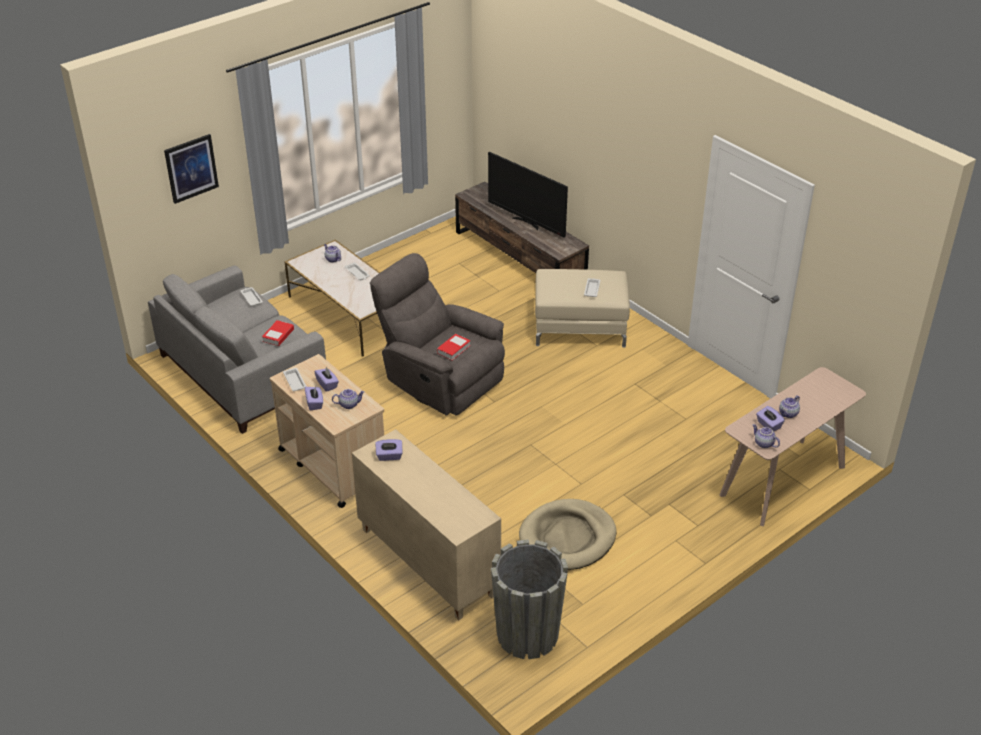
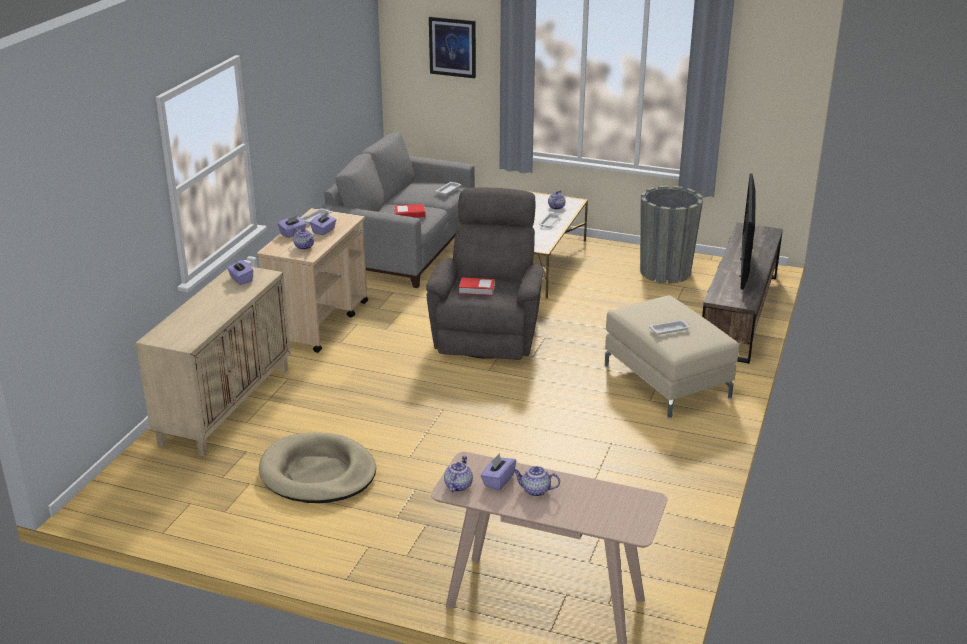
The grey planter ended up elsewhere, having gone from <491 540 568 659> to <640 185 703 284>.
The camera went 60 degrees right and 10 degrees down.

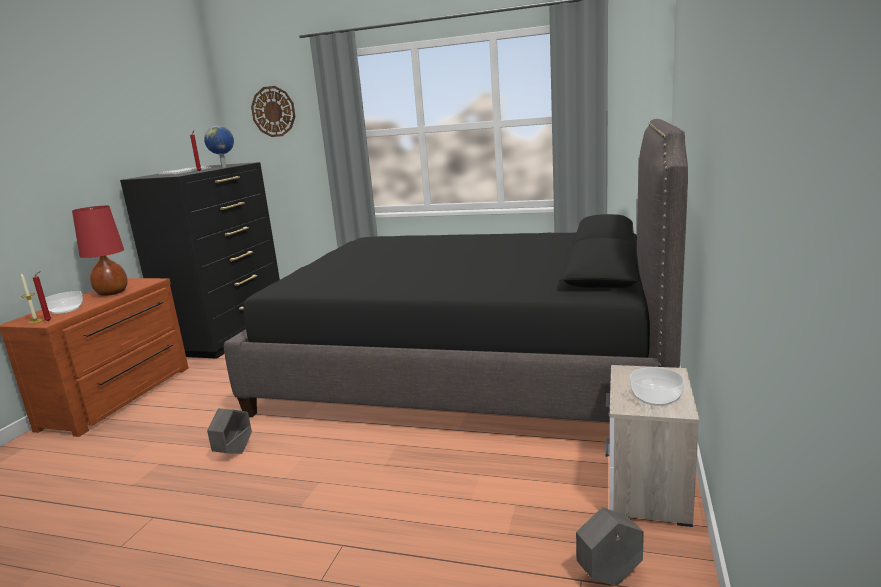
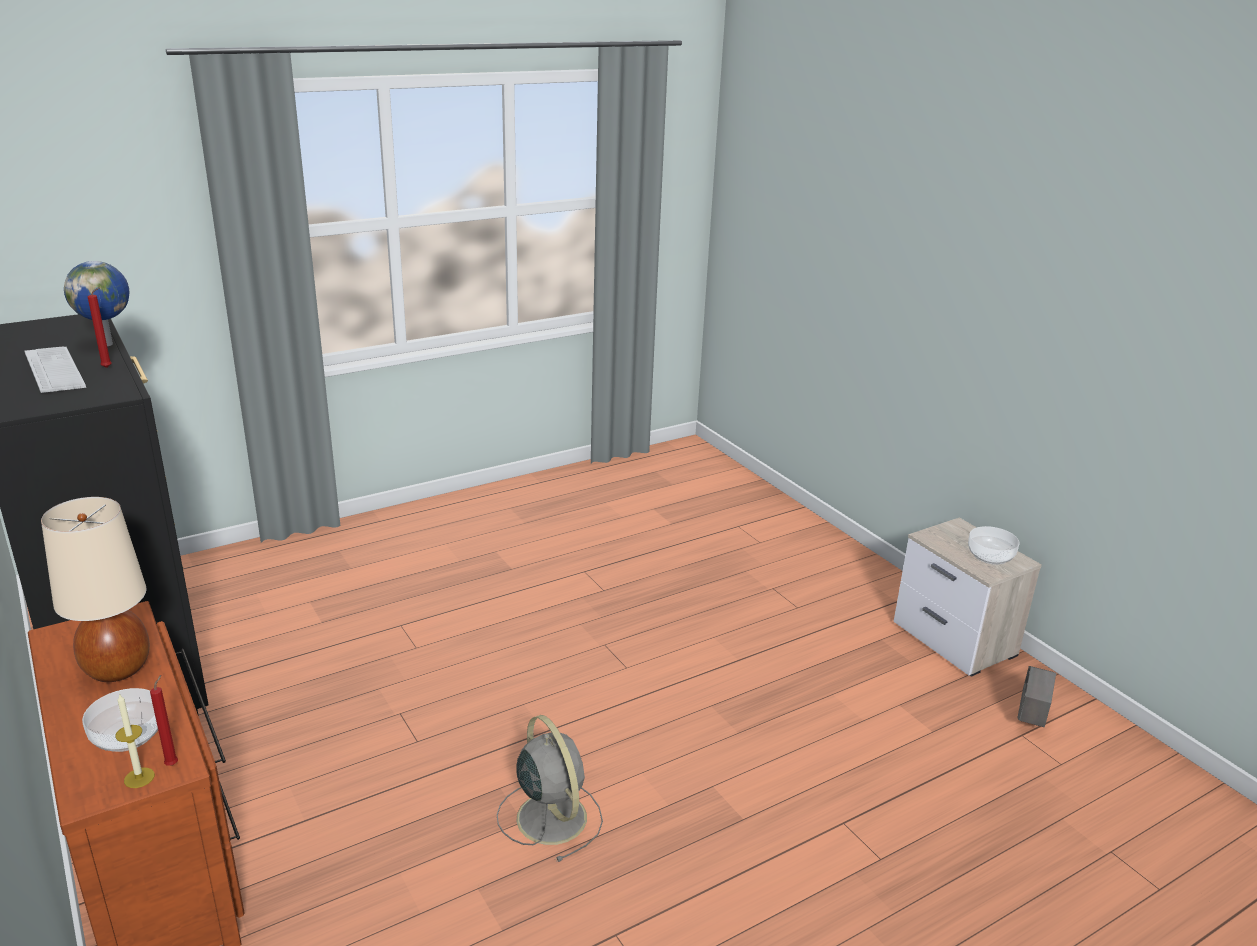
What was the red table lamp at <72 206 128 296> turned into the beige table lamp at <41 497 150 682>.
Where the grey planter stood at <207 408 252 454>, the grey fan came to stand at <497 715 603 862>.
The second view lost the black bed at <224 119 688 423>.
The second view lost the wall clock at <251 86 295 137>.
The camera went 50 degrees left and 10 degrees up.

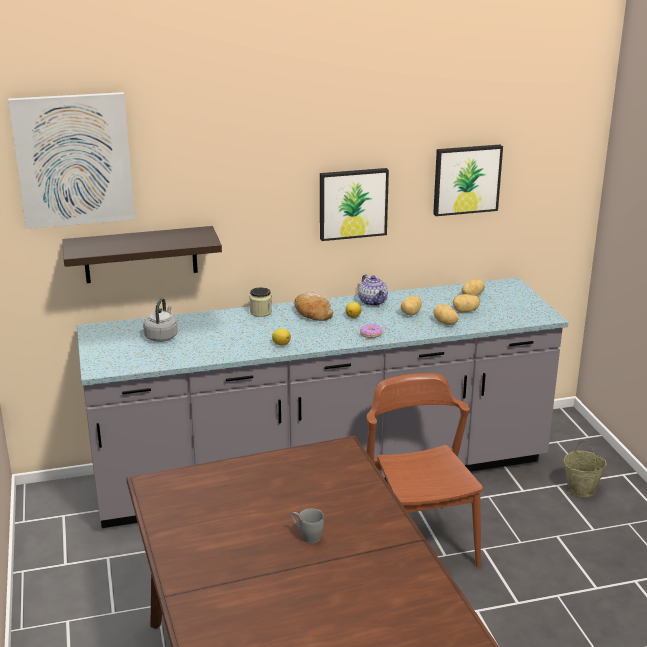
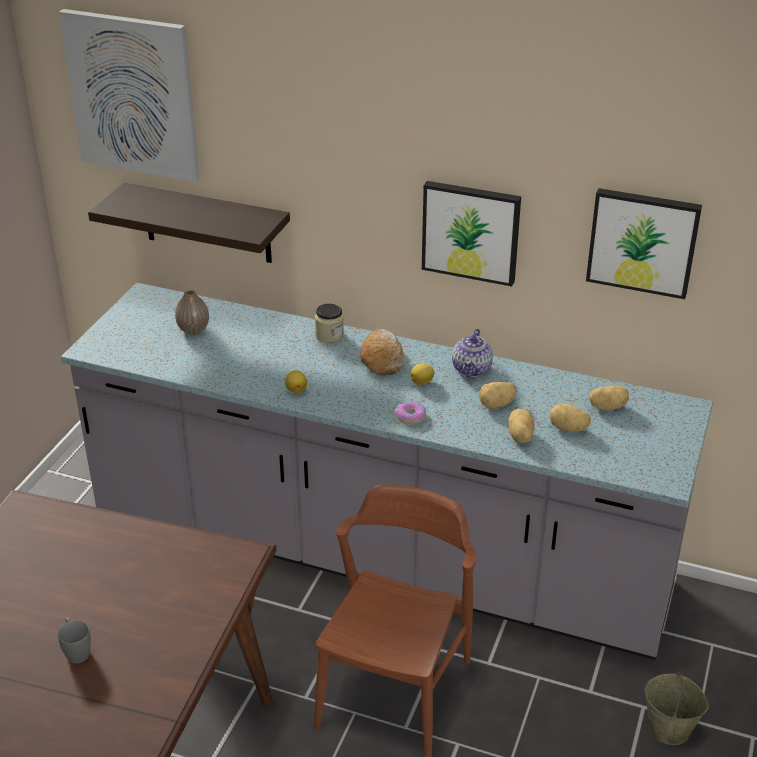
Where the grey kettle stood at <143 298 178 342>, the vase came to stand at <175 290 209 335>.
The camera went 35 degrees right and 10 degrees up.

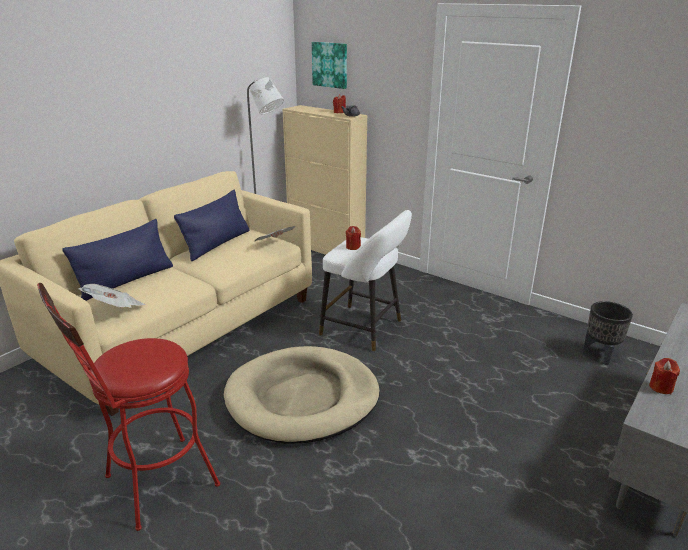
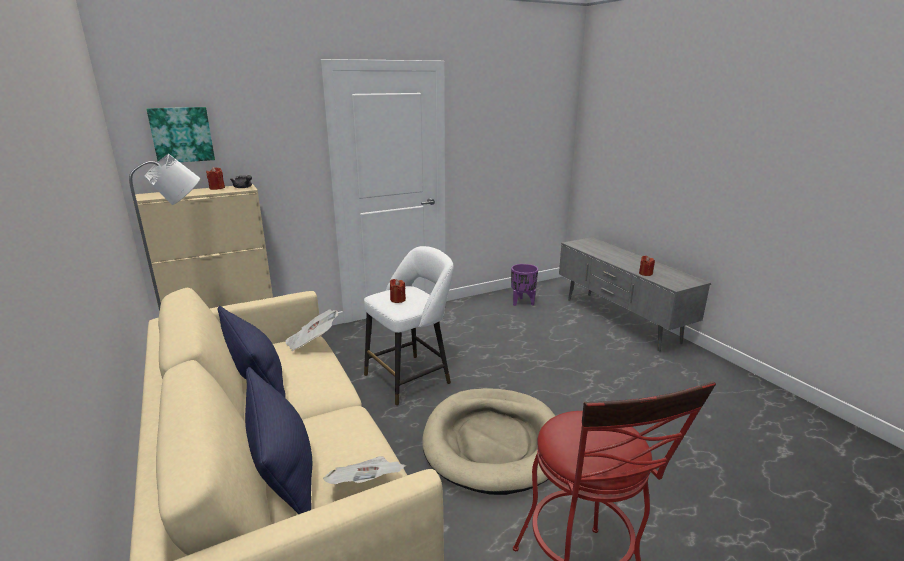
What was the black planter at <583 301 633 365> turned into the purple planter at <511 264 538 306>.
The camera went 65 degrees left and 5 degrees down.

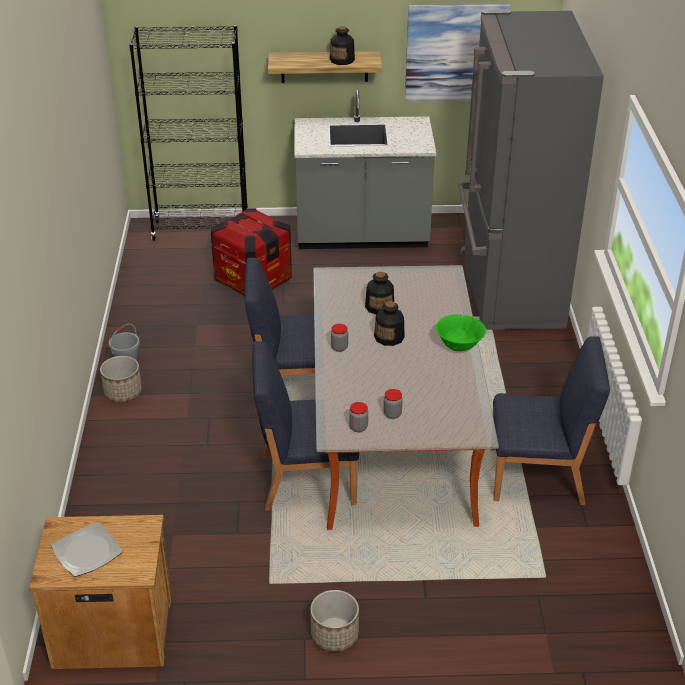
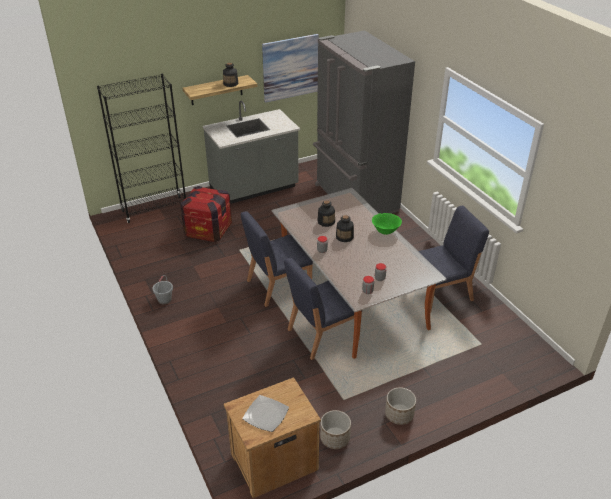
The planter ended up elsewhere, having gone from <100 356 142 402> to <320 410 351 449>.
The camera went 25 degrees left and 0 degrees up.

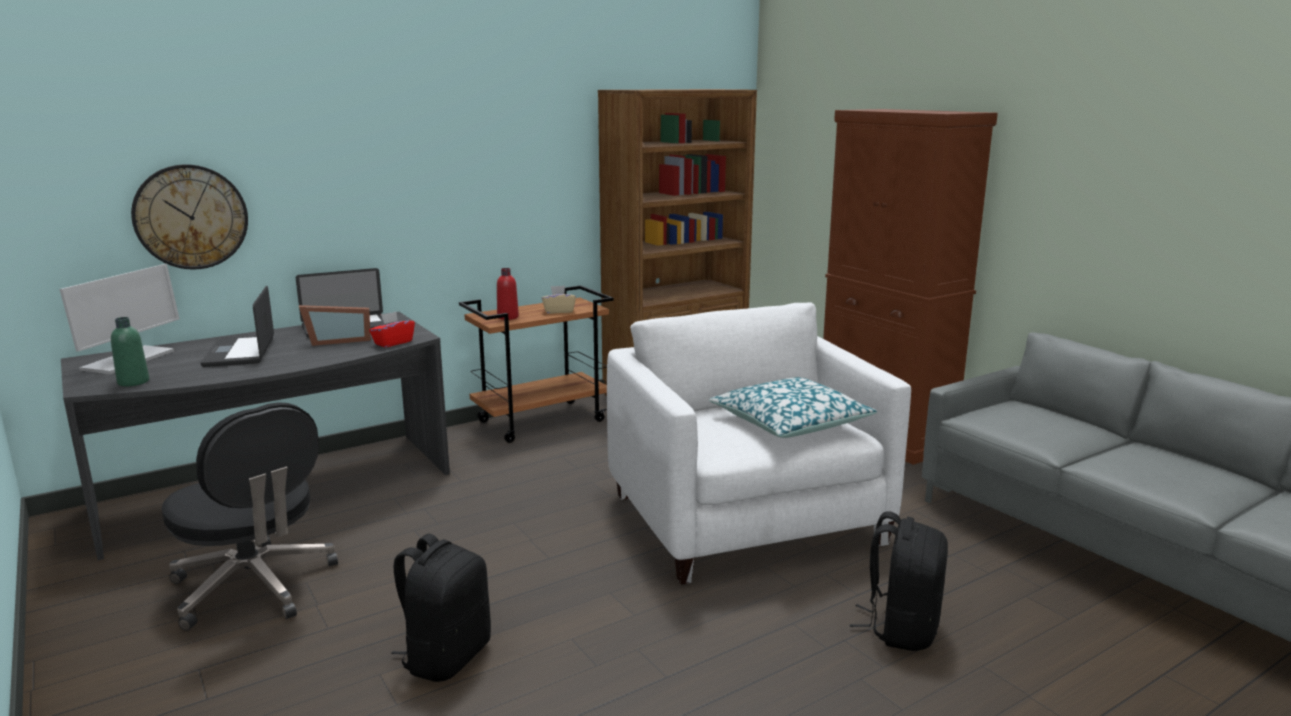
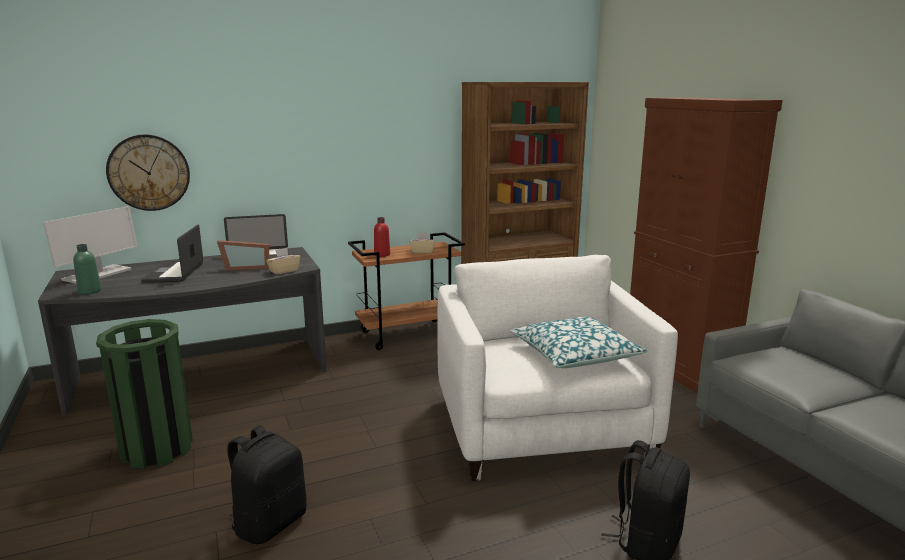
Where the black office chair stood at <161 402 338 631>, the green trash can came to stand at <96 319 193 469>.
What was the red tissue box at <369 311 415 347> turned into the beige tissue box at <266 248 300 274>.
The camera went 10 degrees right and 0 degrees up.

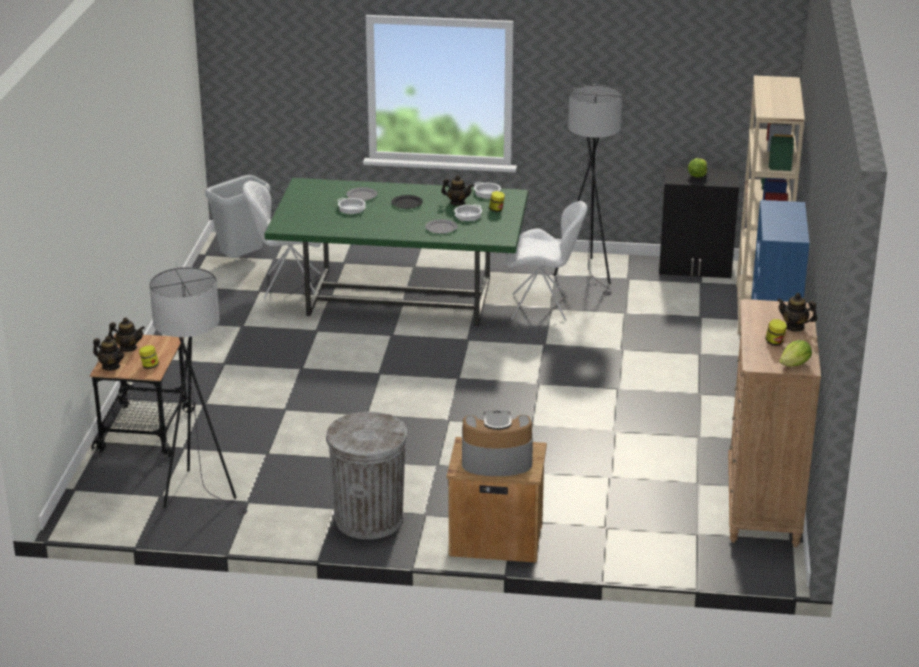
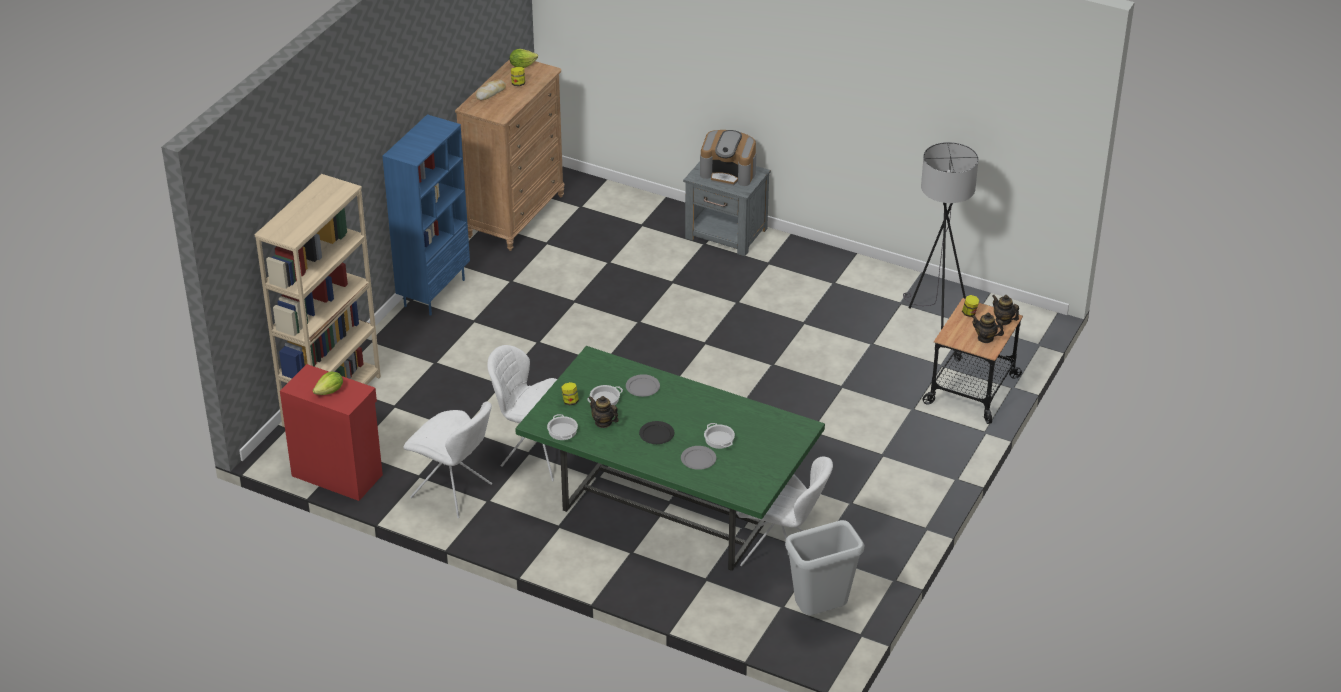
What was the black cabinet at <659 167 739 278> turned into the red cabinet at <280 364 383 501>.
Where the grey floor lamp stood at <554 85 622 296>, the white chair came to stand at <403 402 492 518>.
Where the teapot stood at <777 293 817 332>, the bread came to stand at <476 80 506 101>.
What was the brown nightstand at <446 437 547 563> turned into the grey nightstand at <683 162 771 256>.
The second view lost the grey trash can at <326 412 408 539>.
The camera went 160 degrees left and 10 degrees up.

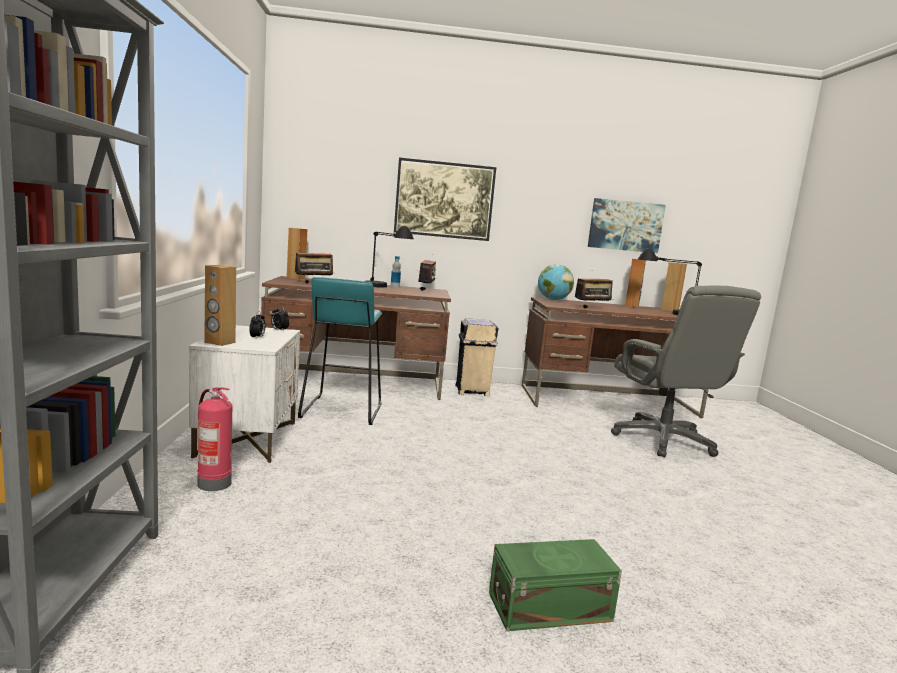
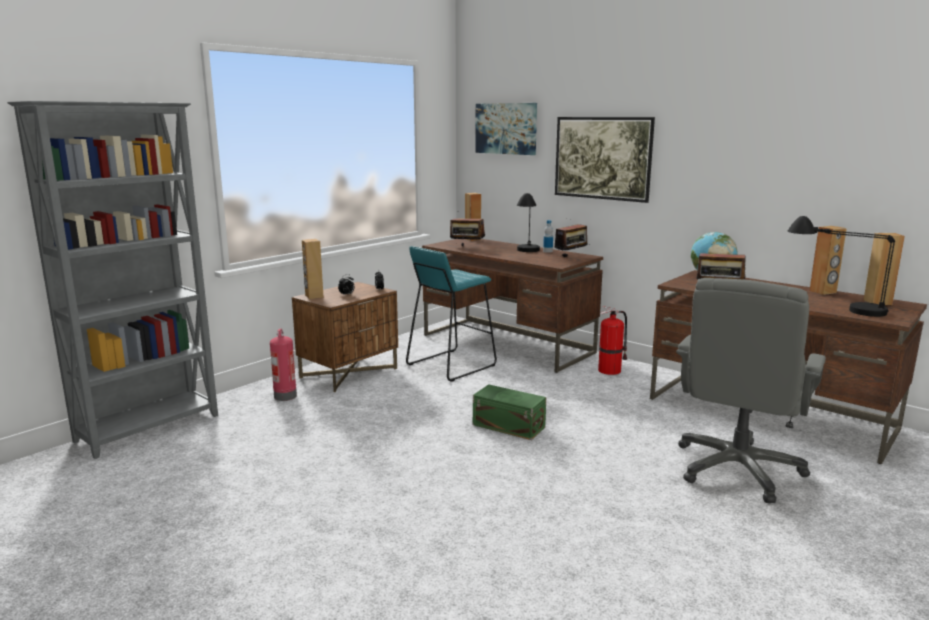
What was the white nightstand at <189 325 300 463> turned into the brown nightstand at <292 282 398 392>.
The green storage box ended up elsewhere, having gone from <489 539 622 631> to <473 384 546 440>.
The picture ended up elsewhere, having gone from <588 198 666 253> to <475 103 537 155>.
Where the beige trash can stood at <456 318 498 396>, the fire extinguisher came to stand at <598 306 627 375>.
The camera went 45 degrees right and 5 degrees up.

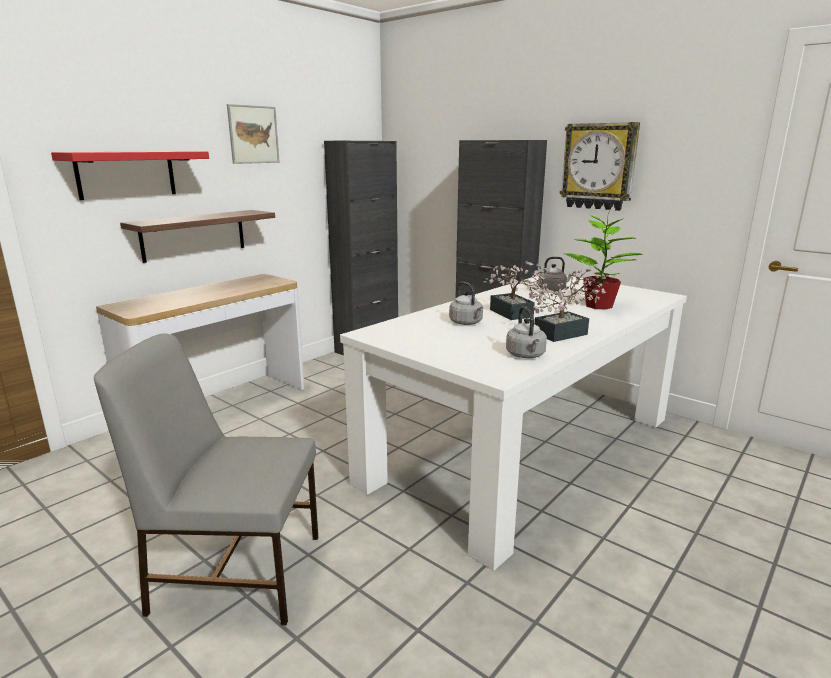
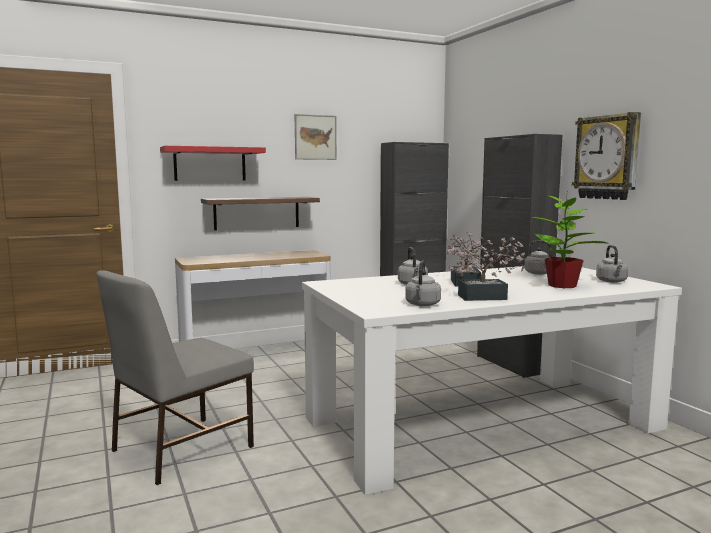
The grey chair at <94 334 318 625> ended up facing another way, 75 degrees counterclockwise from before.
The second view gained the grey kettle at <596 245 628 283>.
The camera went 25 degrees right and 10 degrees down.

